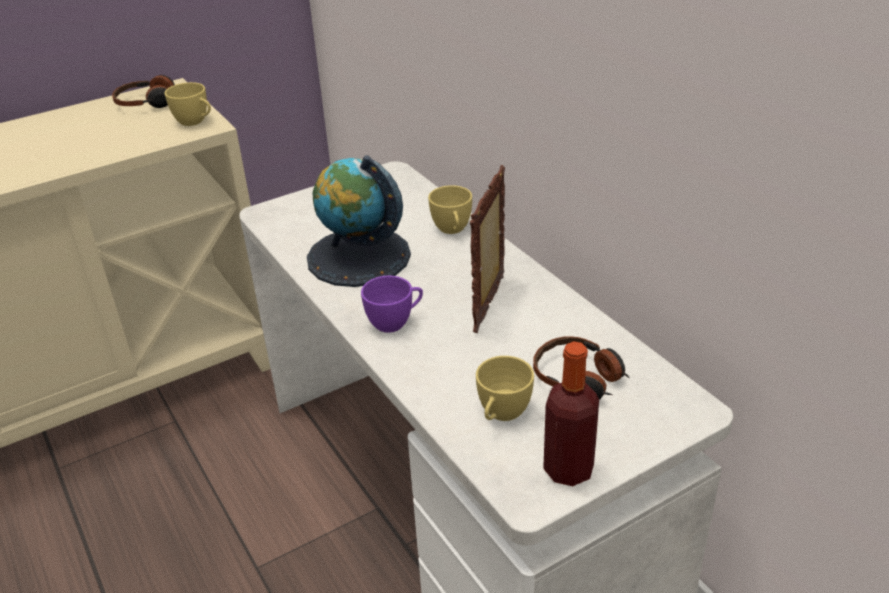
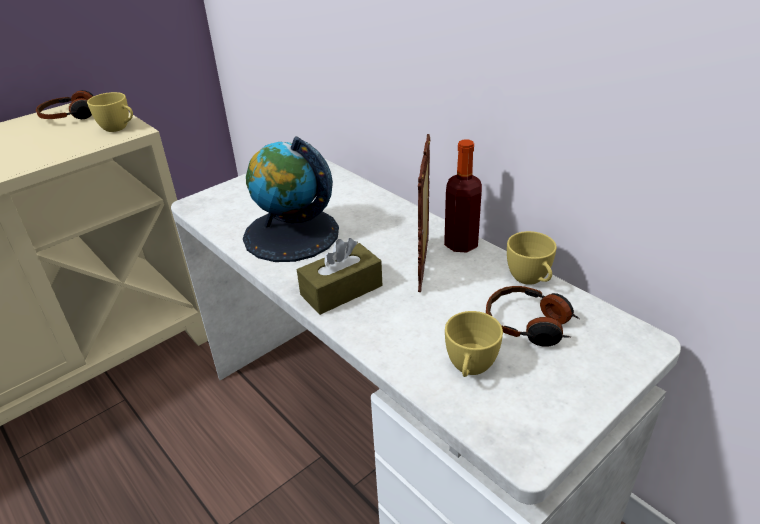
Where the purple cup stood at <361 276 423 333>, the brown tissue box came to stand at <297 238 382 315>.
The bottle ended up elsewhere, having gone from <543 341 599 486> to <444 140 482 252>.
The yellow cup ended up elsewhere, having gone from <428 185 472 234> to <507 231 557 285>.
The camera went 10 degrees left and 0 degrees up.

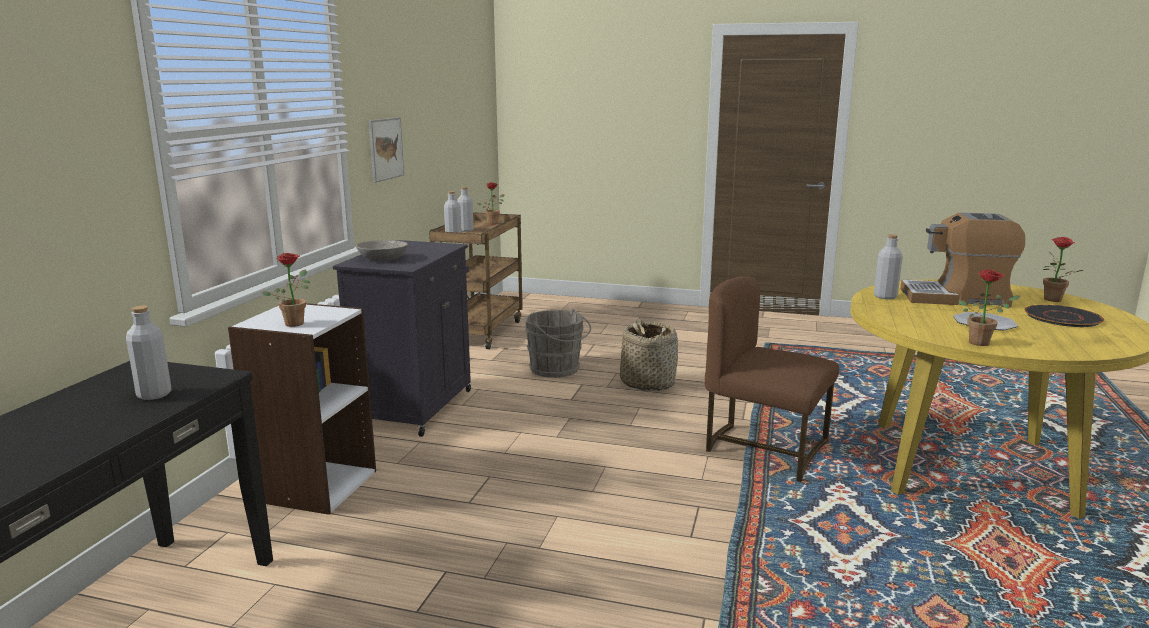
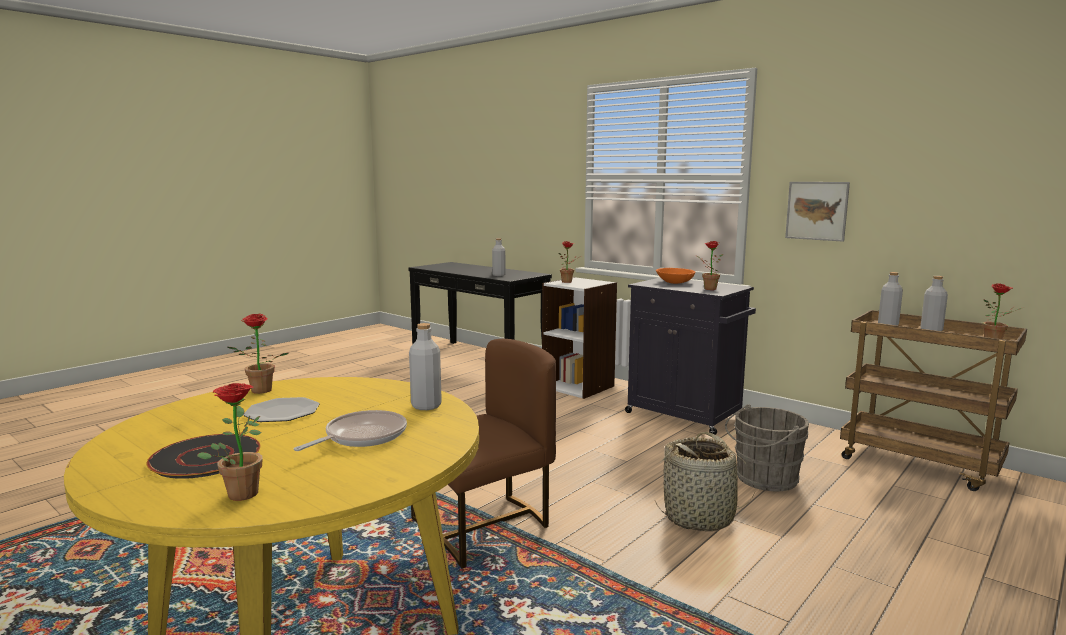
Where the coffee machine stood at <900 213 1025 307>, the frying pan came to stand at <294 410 407 451>.
What was the grey bowl at <356 240 408 261> turned into the orange bowl at <656 268 695 284>.
The second view gained the potted plant at <696 241 723 290>.
The camera went 115 degrees right and 5 degrees down.

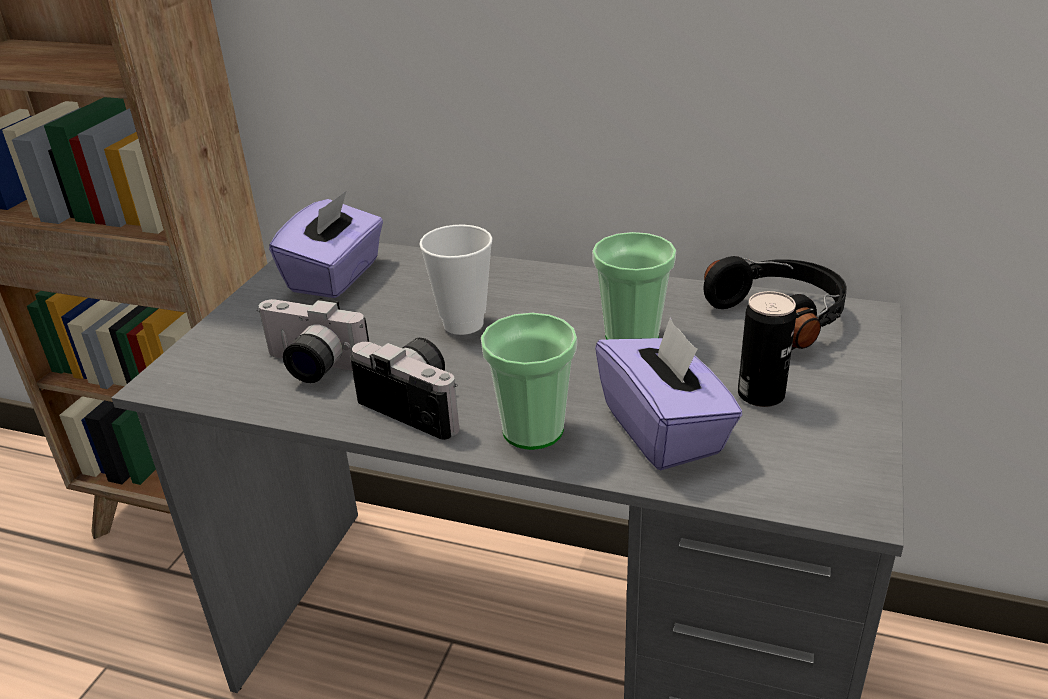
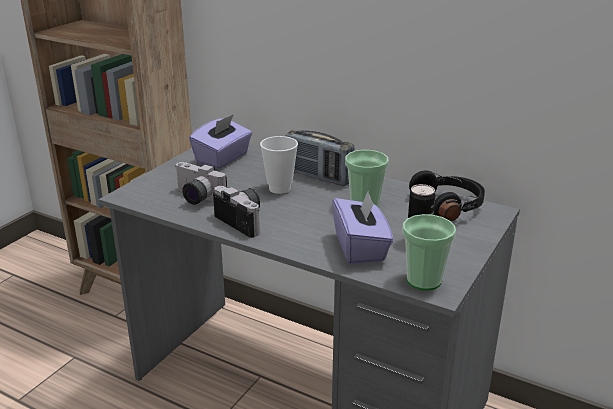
The second view gained the radio at <286 130 354 186>.
The cup ended up elsewhere, having gone from <481 313 577 450> to <403 214 456 290>.
The camera went 10 degrees right and 5 degrees down.

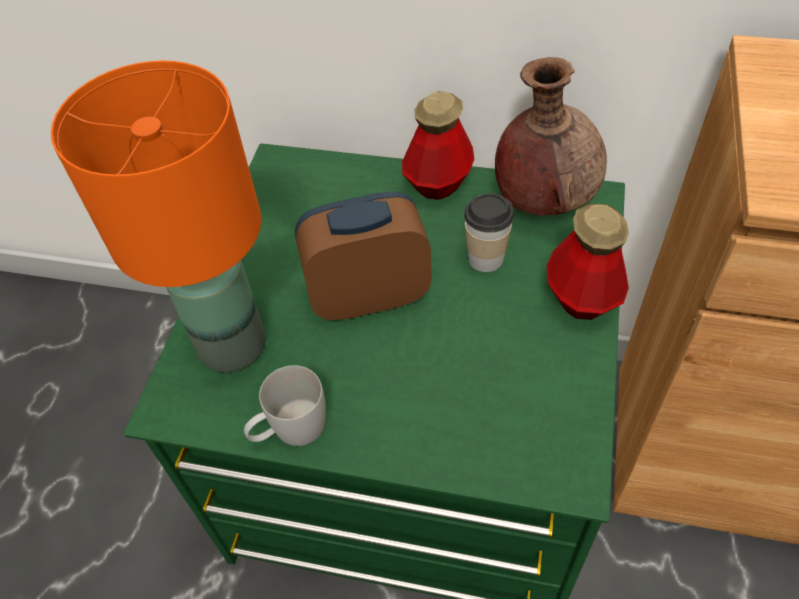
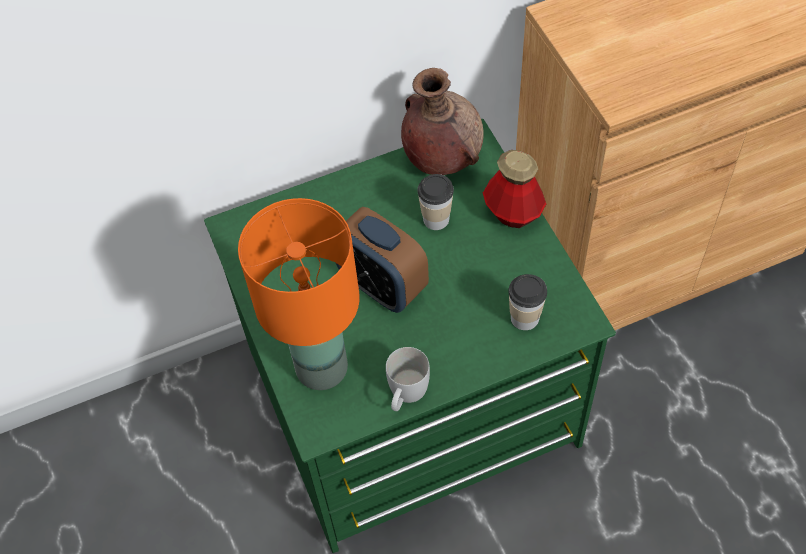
The alarm clock at <295 191 432 320> ended up facing another way, 90 degrees counterclockwise from before.
The second view gained the cup at <508 274 547 330>.
The second view lost the bottle at <402 91 474 200>.
The camera went 35 degrees left and 5 degrees up.

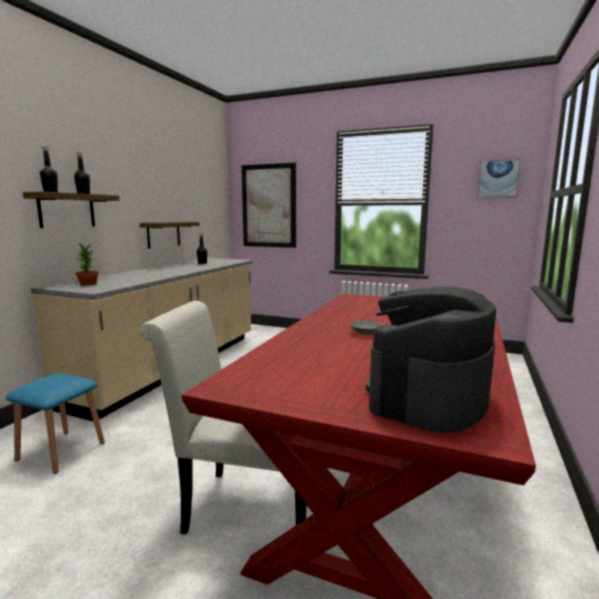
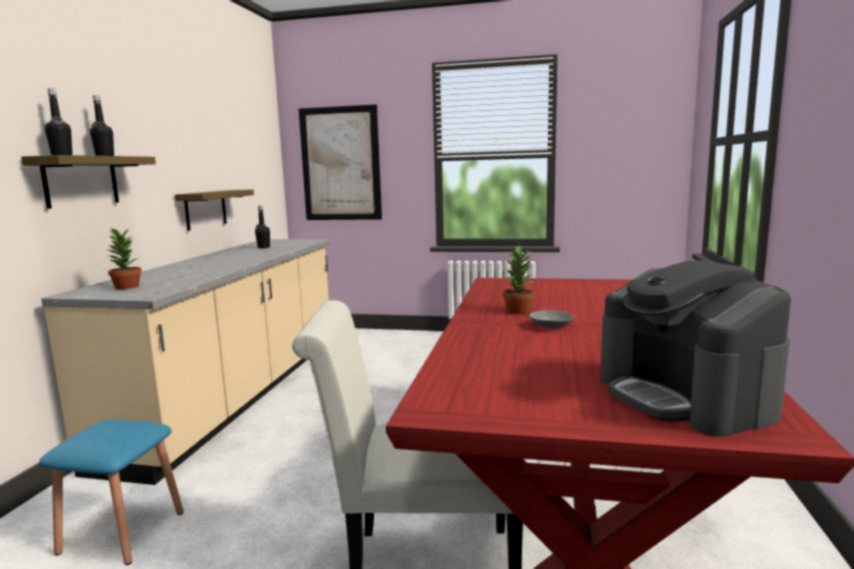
The second view gained the potted plant at <502 244 535 314>.
The coffee machine at <366 287 496 433> ended up facing another way, 45 degrees counterclockwise from before.
The second view lost the picture at <477 159 521 198>.
The camera went 10 degrees left and 0 degrees up.

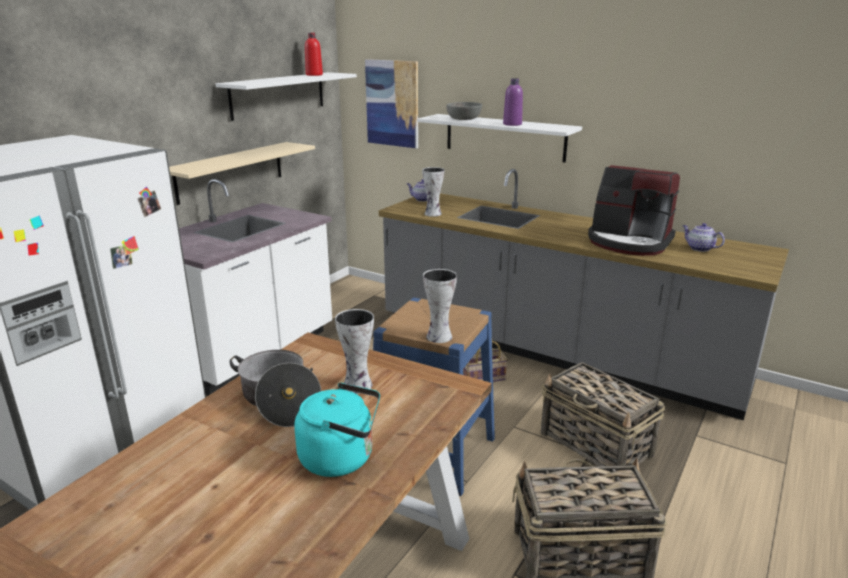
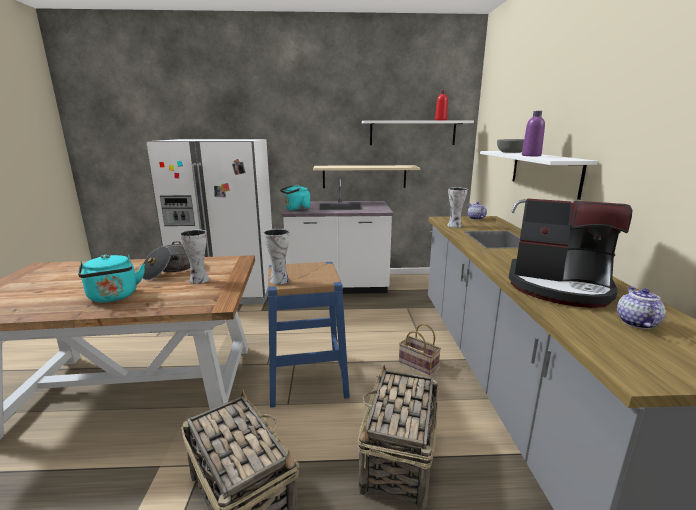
The second view gained the turquoise kettle at <280 185 310 211>.
The coffee machine at <588 165 680 256> ended up facing another way, 60 degrees counterclockwise from before.
The second view lost the picture at <365 59 418 148>.
The camera went 55 degrees right and 5 degrees down.

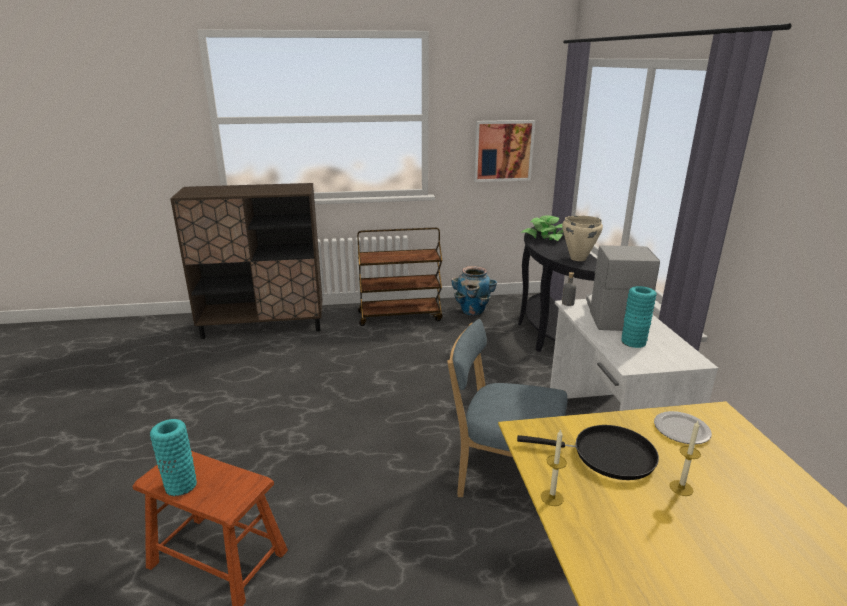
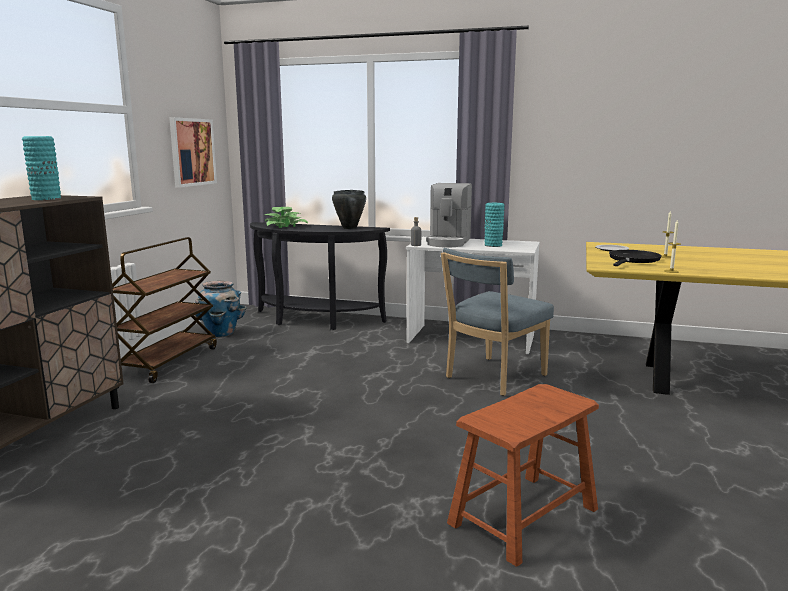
The turquoise vase ended up elsewhere, having gone from <150 419 197 496> to <22 136 61 200>.
What was the beige cooking pot at <562 216 603 261> turned into the black cooking pot at <332 190 366 229>.
The coffee machine at <586 245 660 331> ended up facing another way, 105 degrees counterclockwise from before.
The camera went 65 degrees left and 10 degrees down.

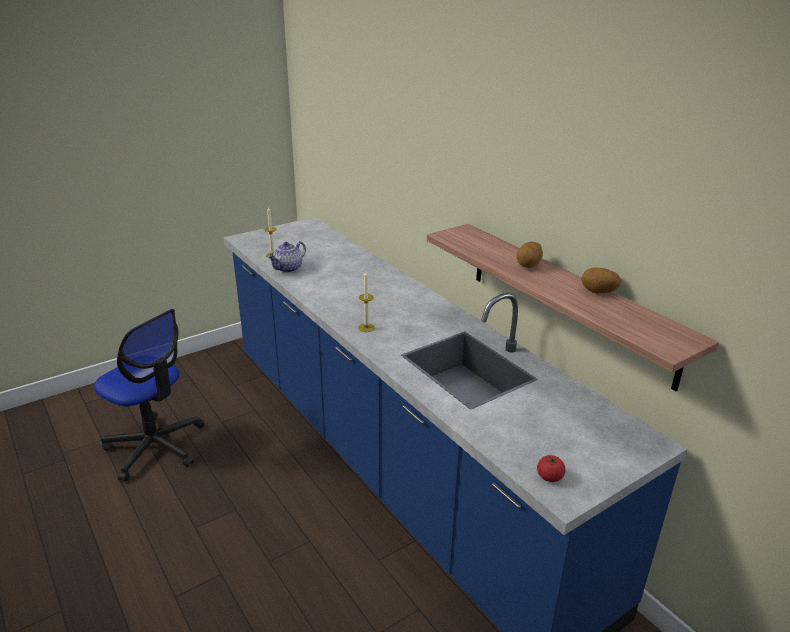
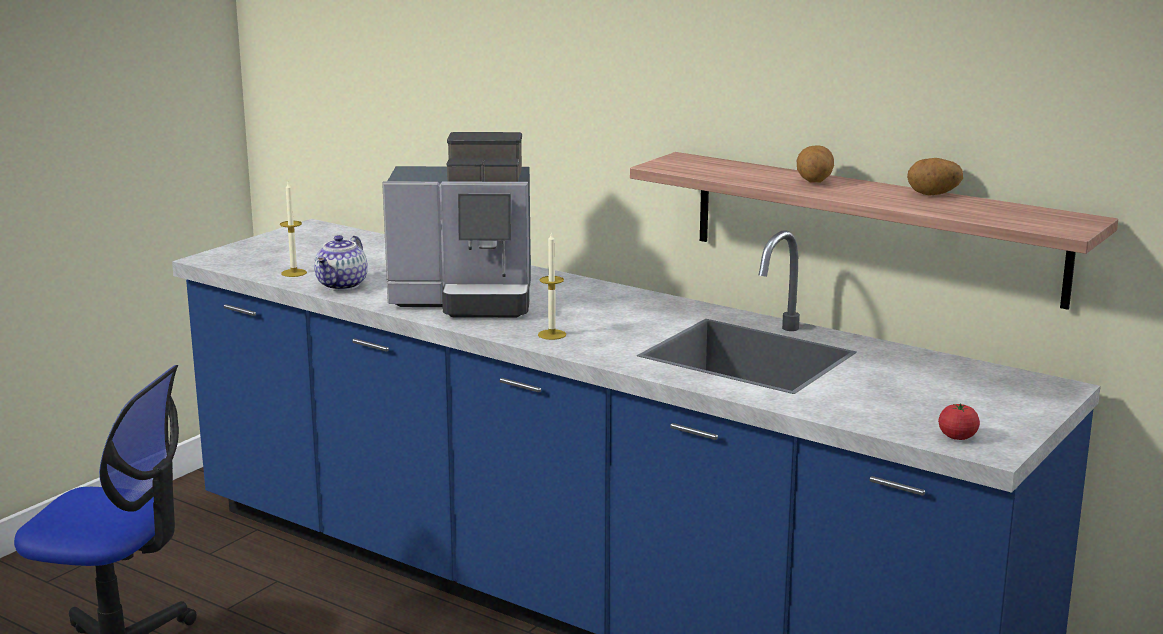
The second view gained the coffee machine at <382 132 531 318>.
The camera went 20 degrees left and 10 degrees down.

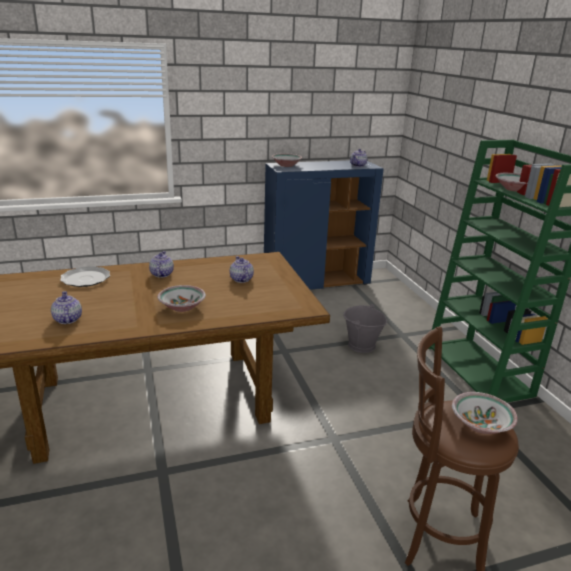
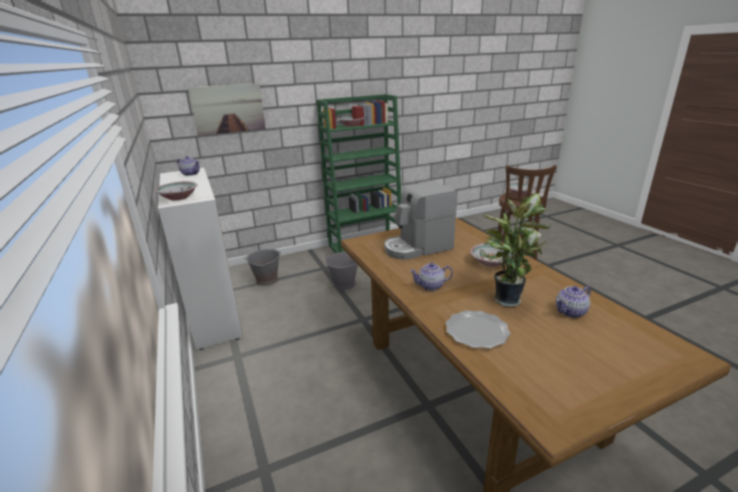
What was the blue cabinet at <264 161 384 290> turned into the white cabinet at <158 168 243 350>.
The second view gained the picture at <188 83 266 136>.
The second view gained the grey bucket at <244 249 281 286>.
Where the teapot stood at <230 256 254 283>, the coffee machine came to stand at <384 181 457 260>.
The second view gained the potted plant at <484 193 551 307>.
The camera went 95 degrees left and 0 degrees up.

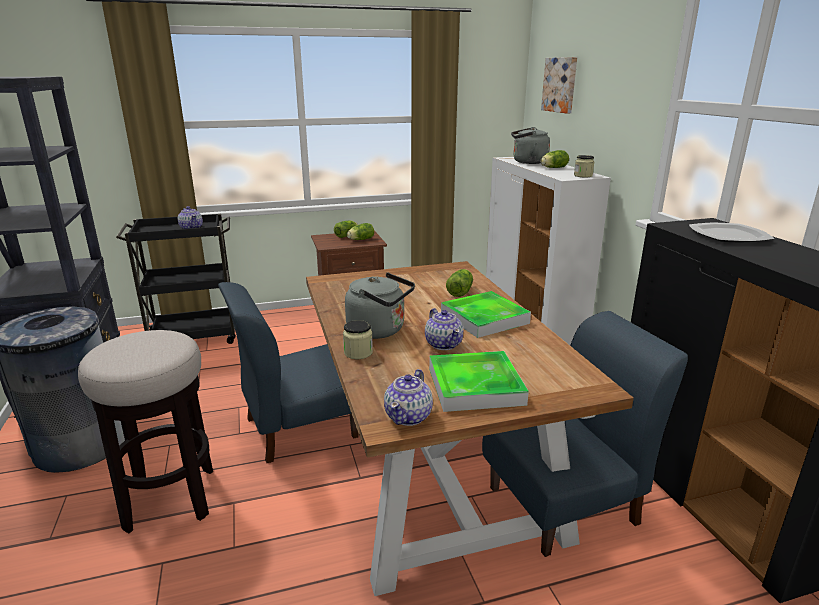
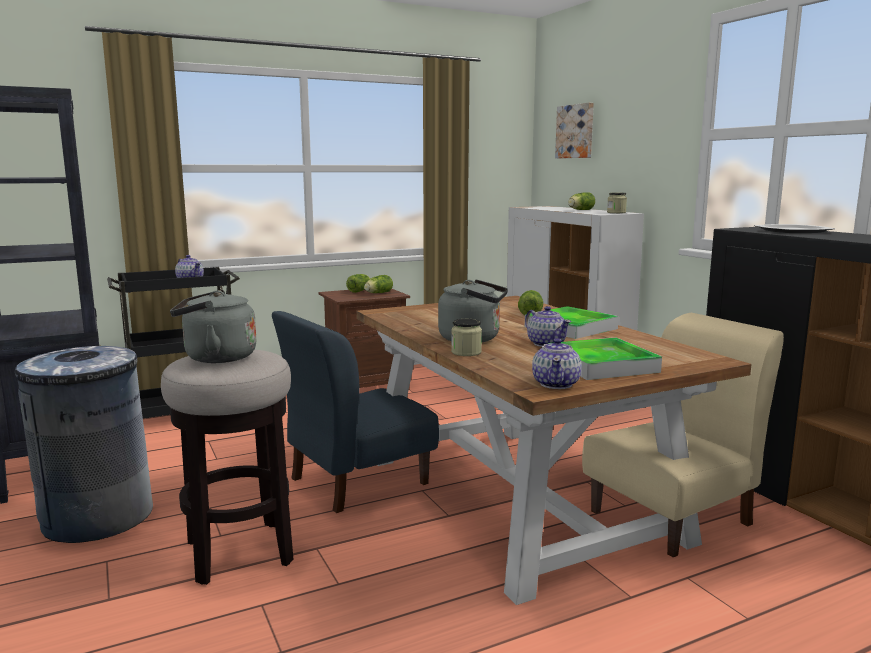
The grey kettle ended up elsewhere, having gone from <511 127 550 164> to <170 290 256 363>.
What was the blue chair at <482 311 688 557> turned into the beige chair at <582 313 784 558>.
The camera went 10 degrees left and 10 degrees down.

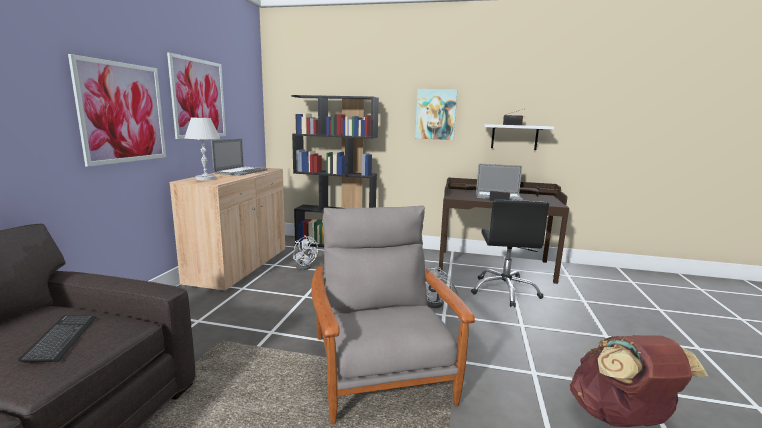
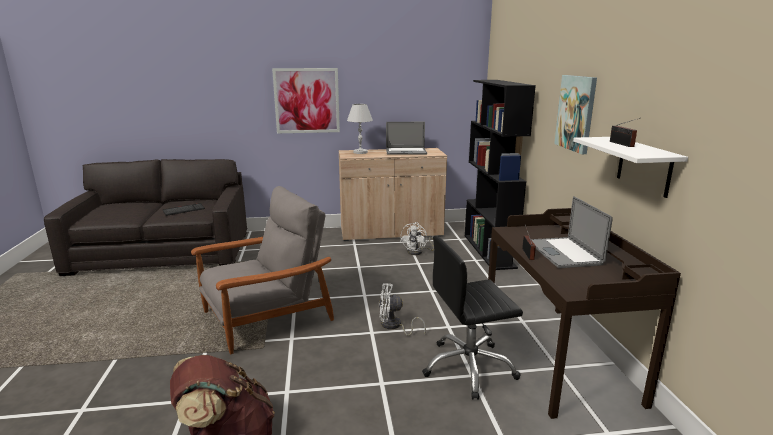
The second view lost the picture at <167 52 226 139>.
The camera went 70 degrees right and 5 degrees up.

